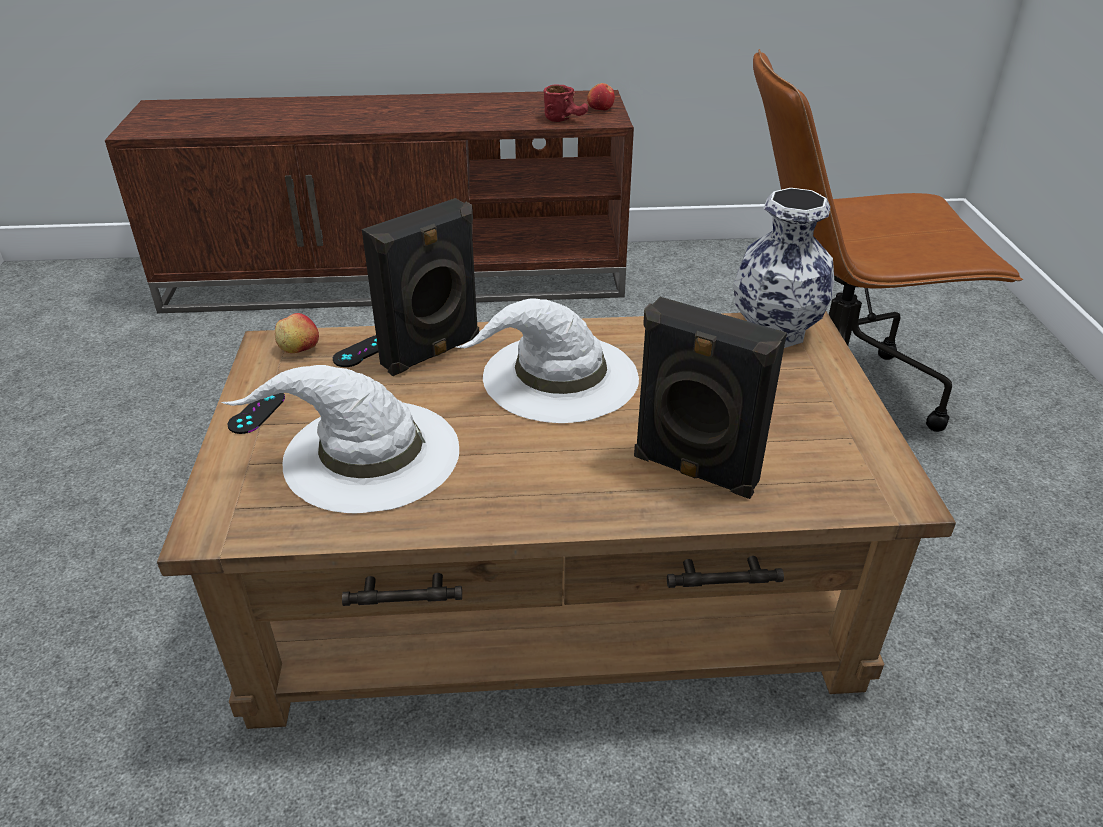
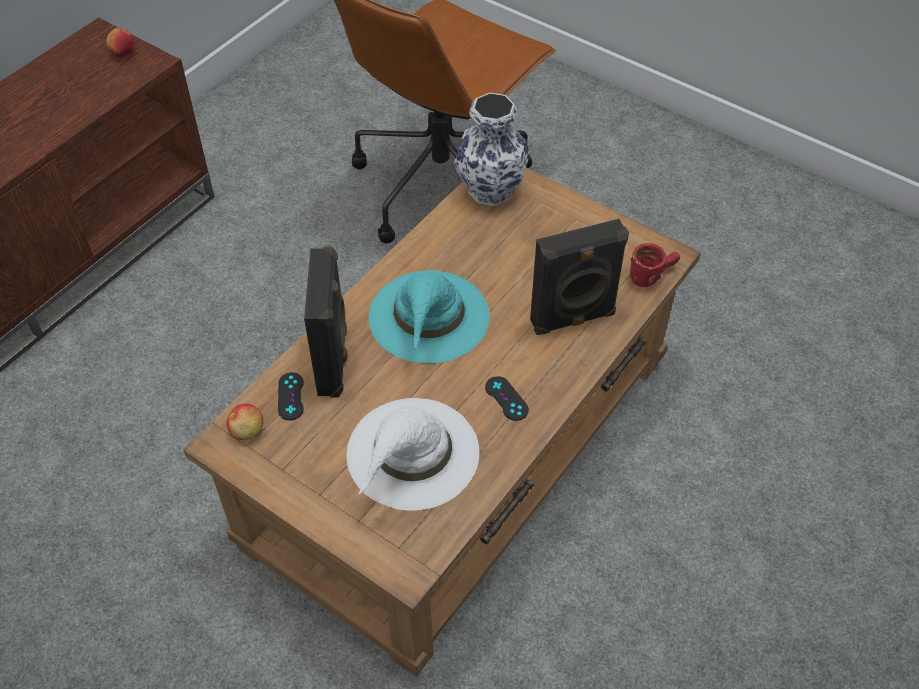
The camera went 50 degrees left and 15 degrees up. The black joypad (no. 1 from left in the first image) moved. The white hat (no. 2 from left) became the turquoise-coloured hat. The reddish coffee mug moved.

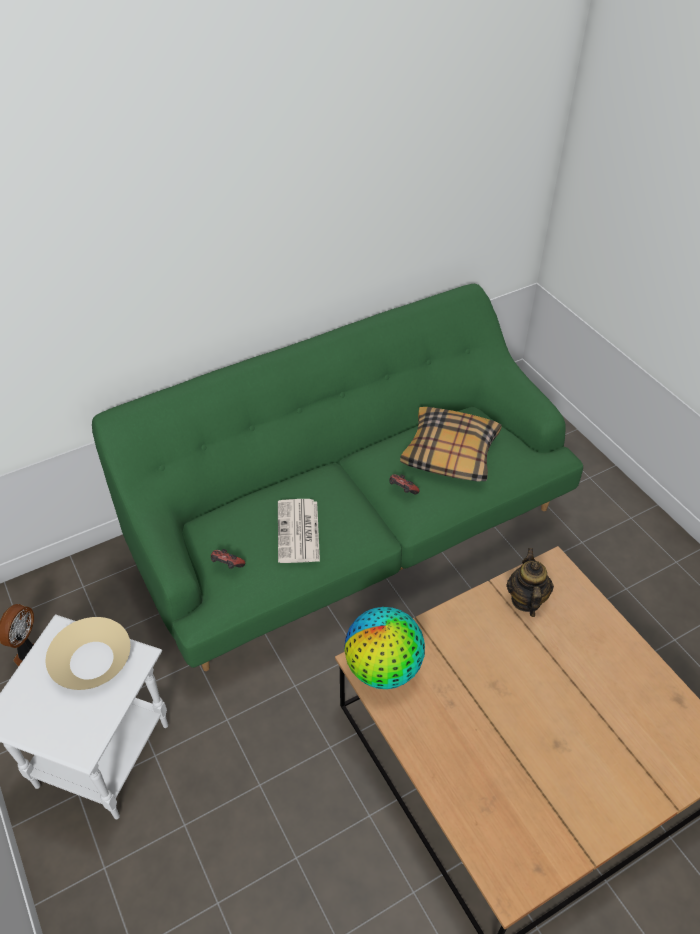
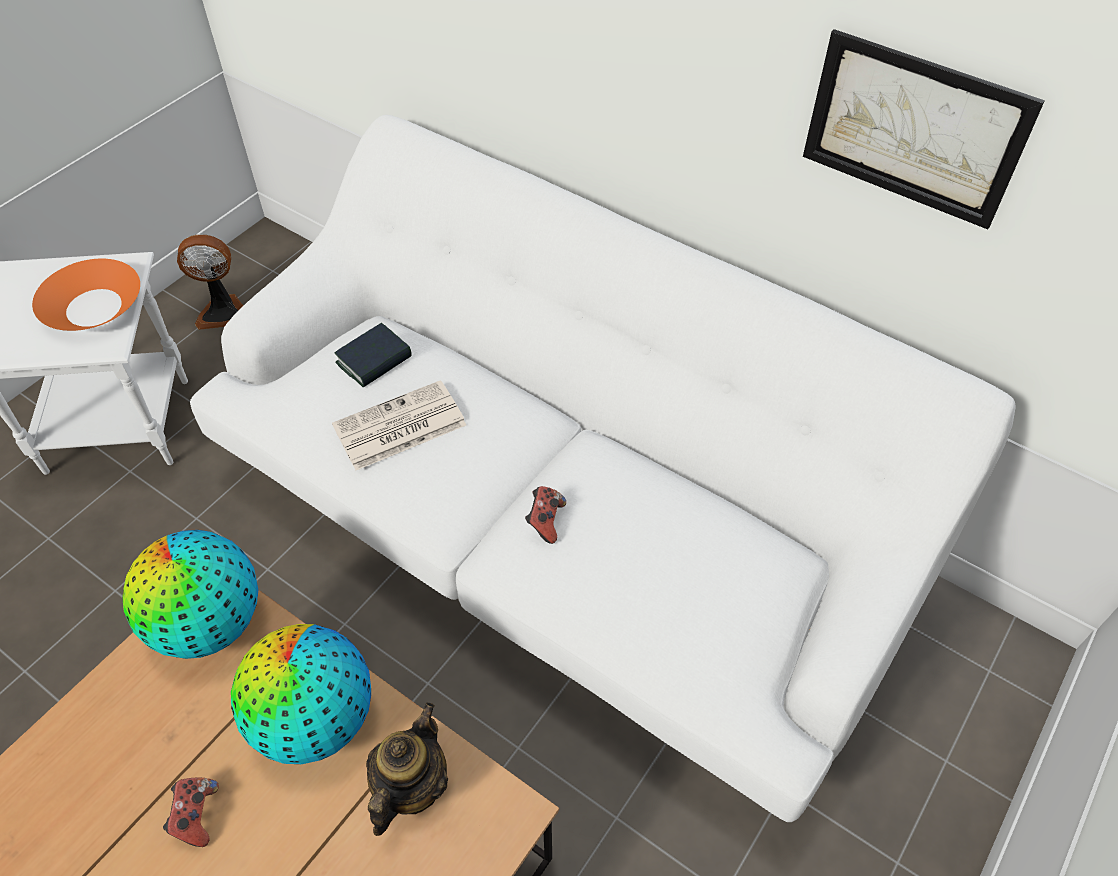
The camera went 65 degrees right and 5 degrees up. The beige bowl became the orange bowl. The greenish couch became the white couch. The joypad (no. 1 from left) moved. The cushion disappeared. The tea pot turned 45 degrees counterclockwise. The globe (no. 2 from left) appeared. The volume appeared. The wall picture appeared.

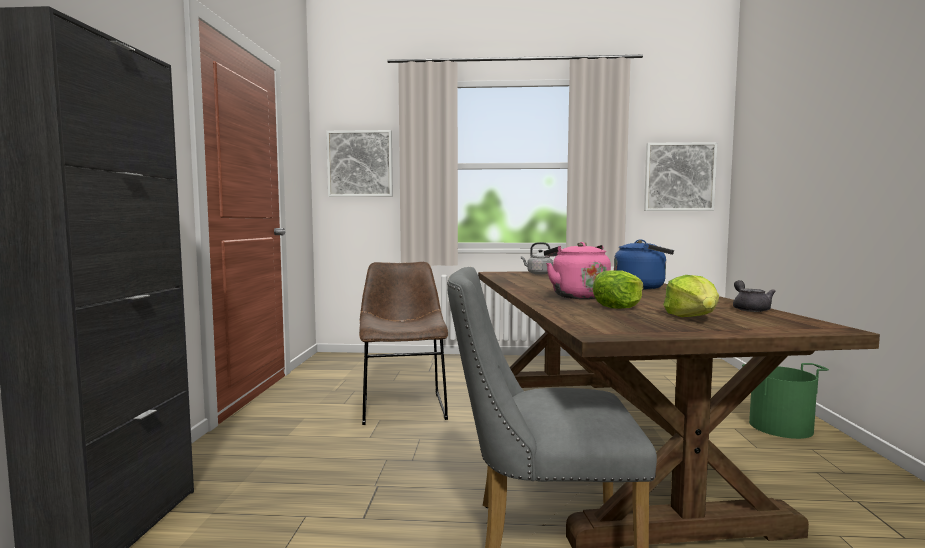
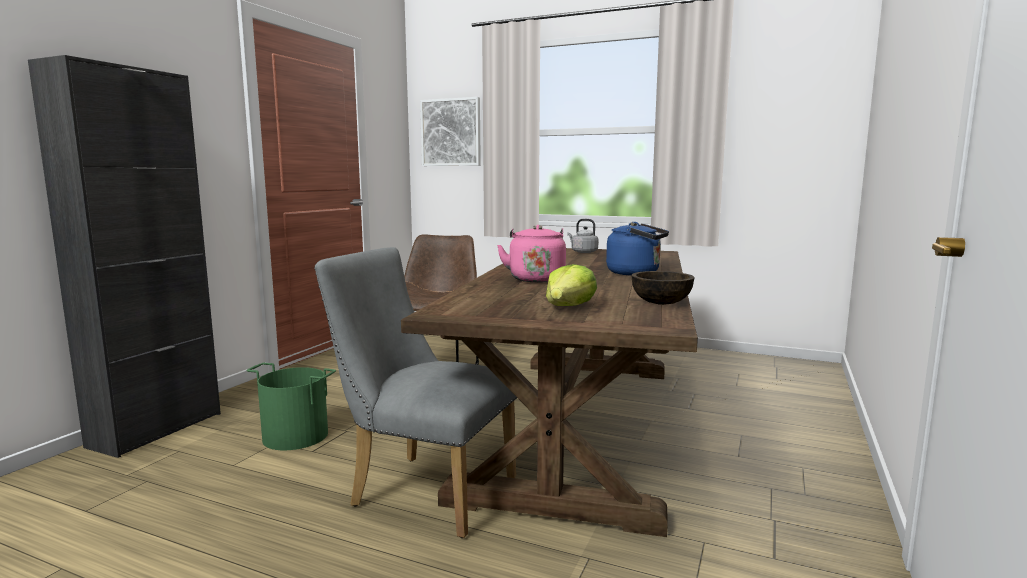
The camera went 20 degrees right and 5 degrees up. The lettuce head (no. 1 from left) disappeared. The wall picture (no. 2 from left) disappeared. The greyish tea pot was replaced by the brown bowl. The greenish bucket moved.

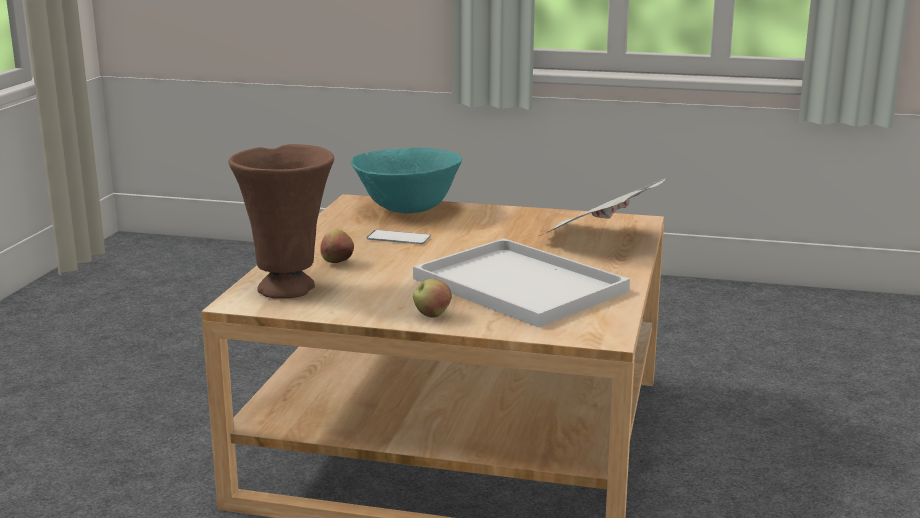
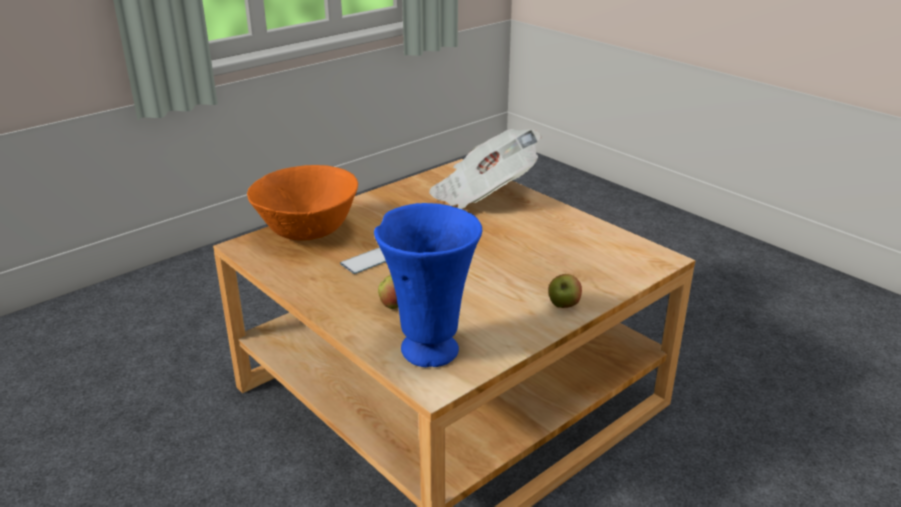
The camera went 55 degrees left and 10 degrees up. The brown decorative vase became the blue decorative vase. The turquoise-coloured bowl became the orange bowl. The white tray disappeared.

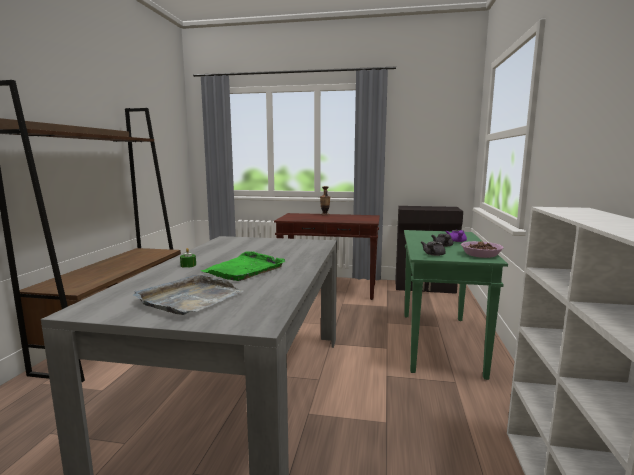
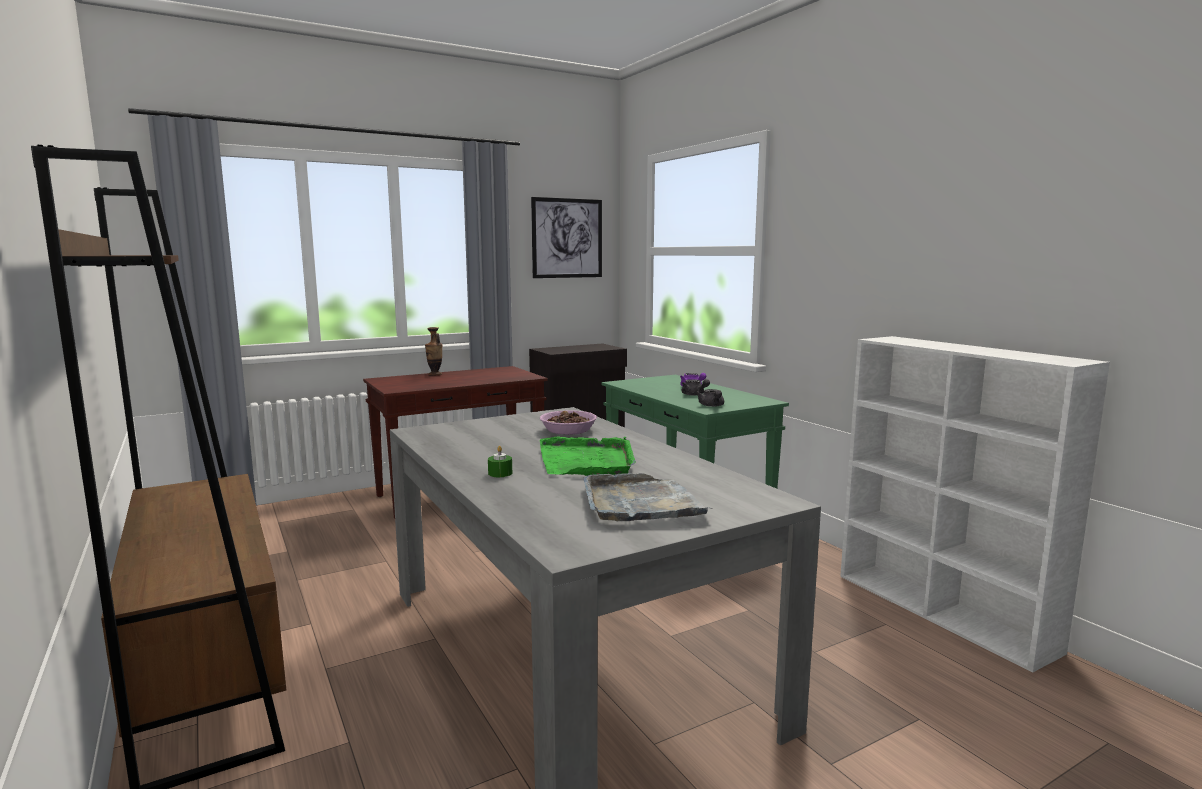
The camera went 40 degrees left and 0 degrees up. The bowl moved. The wall picture appeared.

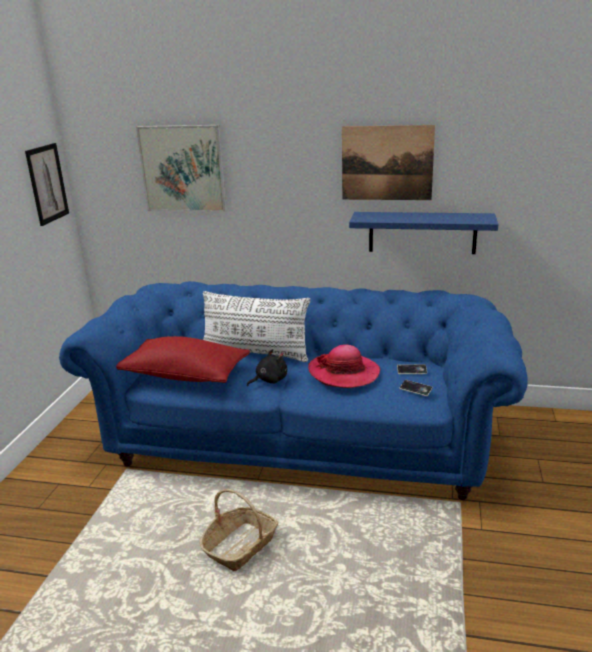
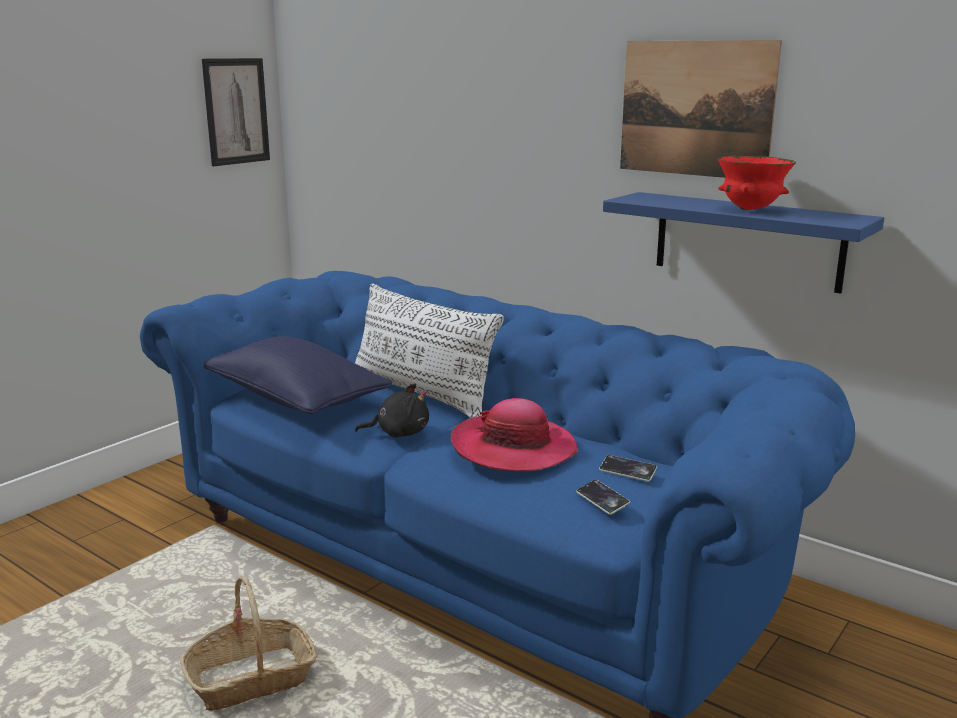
The camera went 25 degrees right and 5 degrees down. The reddish cushion became the blue cushion. The wall picture (no. 2 from left) disappeared. The reddish bowl appeared.

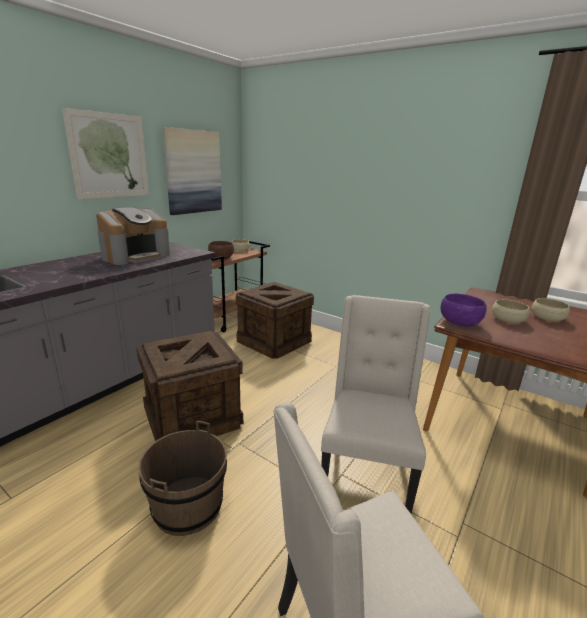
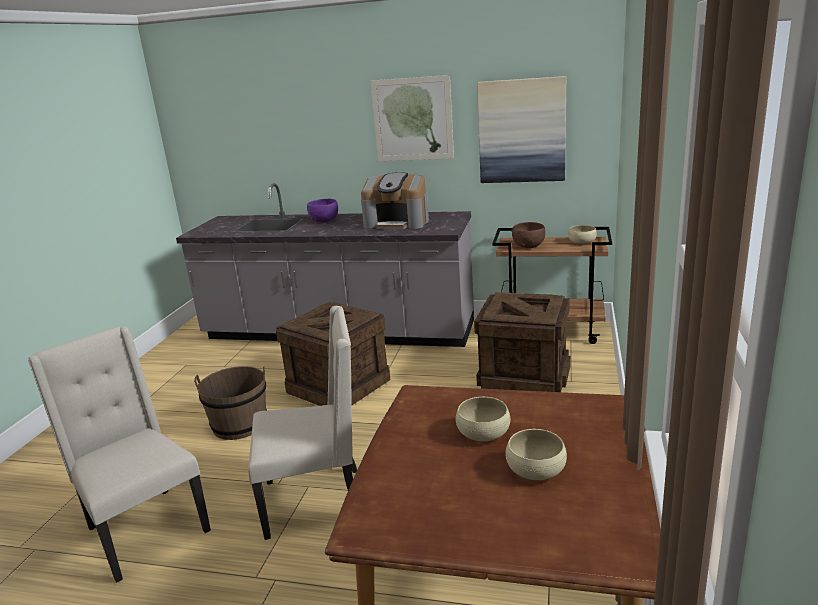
The camera went 70 degrees right and 0 degrees up. The purplish bowl moved.

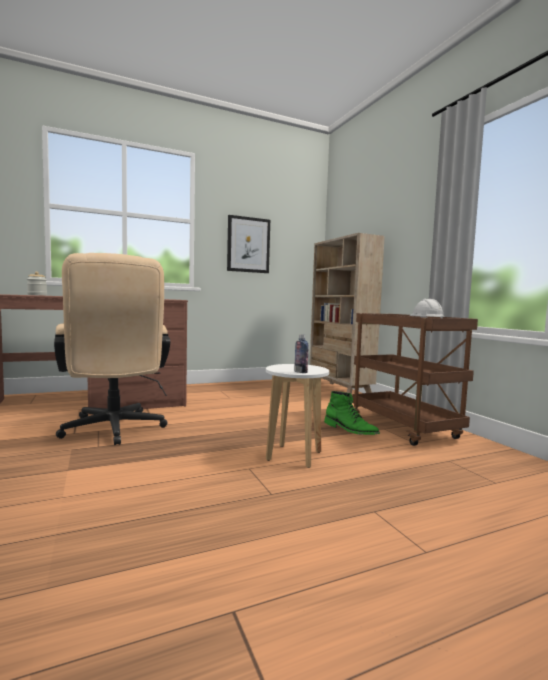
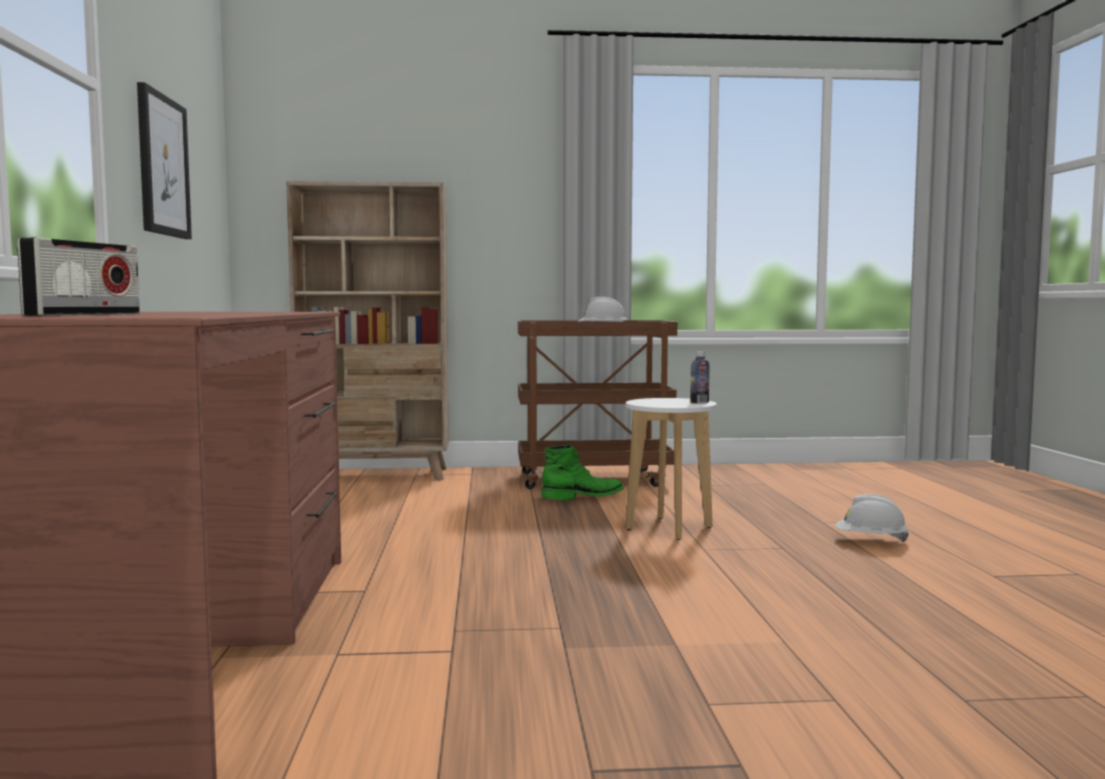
The camera went 70 degrees left and 0 degrees up. The storage jar was replaced by the radio receiver. The beige desk chair disappeared. The white work helmet (no. 2 from left) appeared.

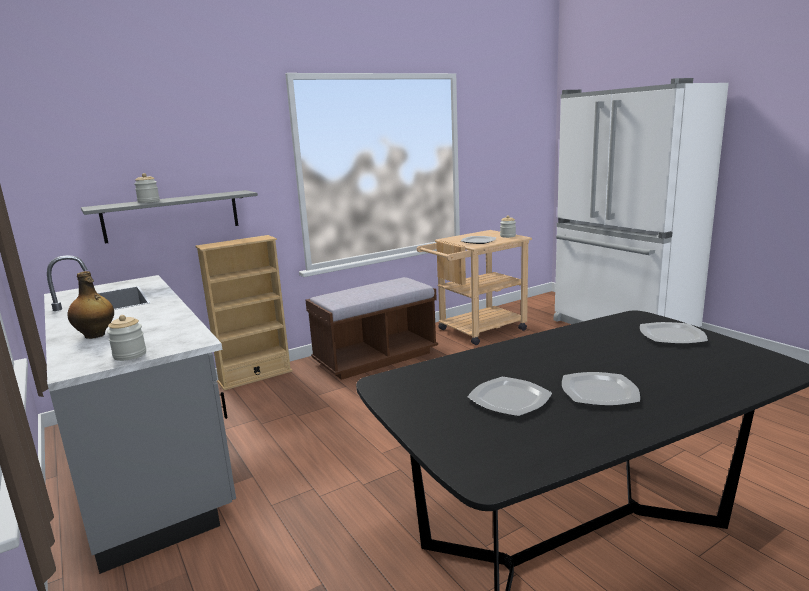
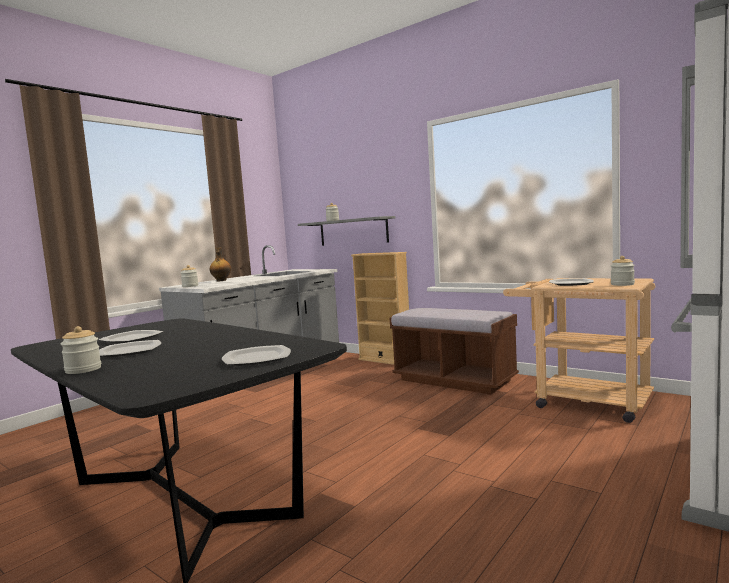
The camera went 70 degrees right and 10 degrees down. The storage jar (no. 1 from left) appeared.

